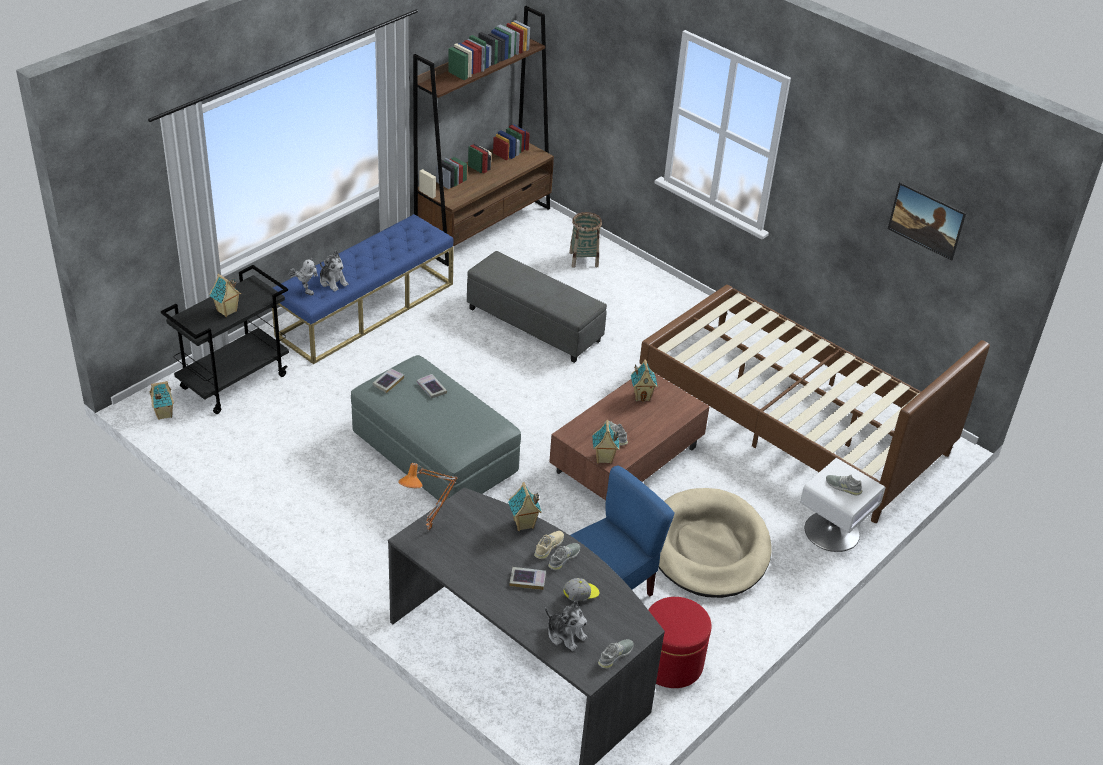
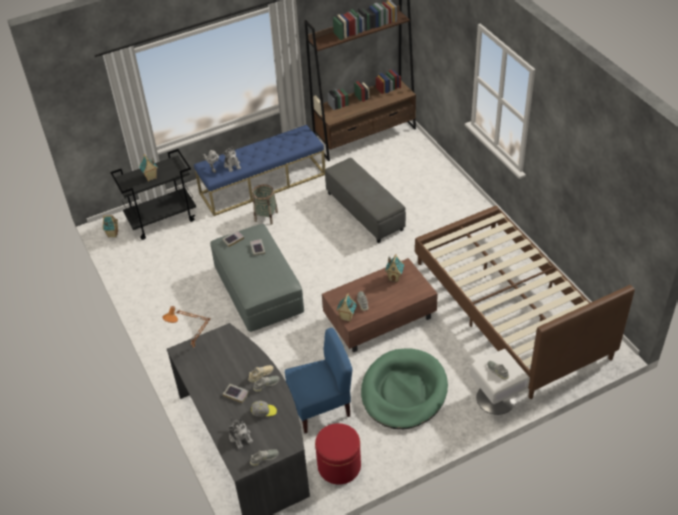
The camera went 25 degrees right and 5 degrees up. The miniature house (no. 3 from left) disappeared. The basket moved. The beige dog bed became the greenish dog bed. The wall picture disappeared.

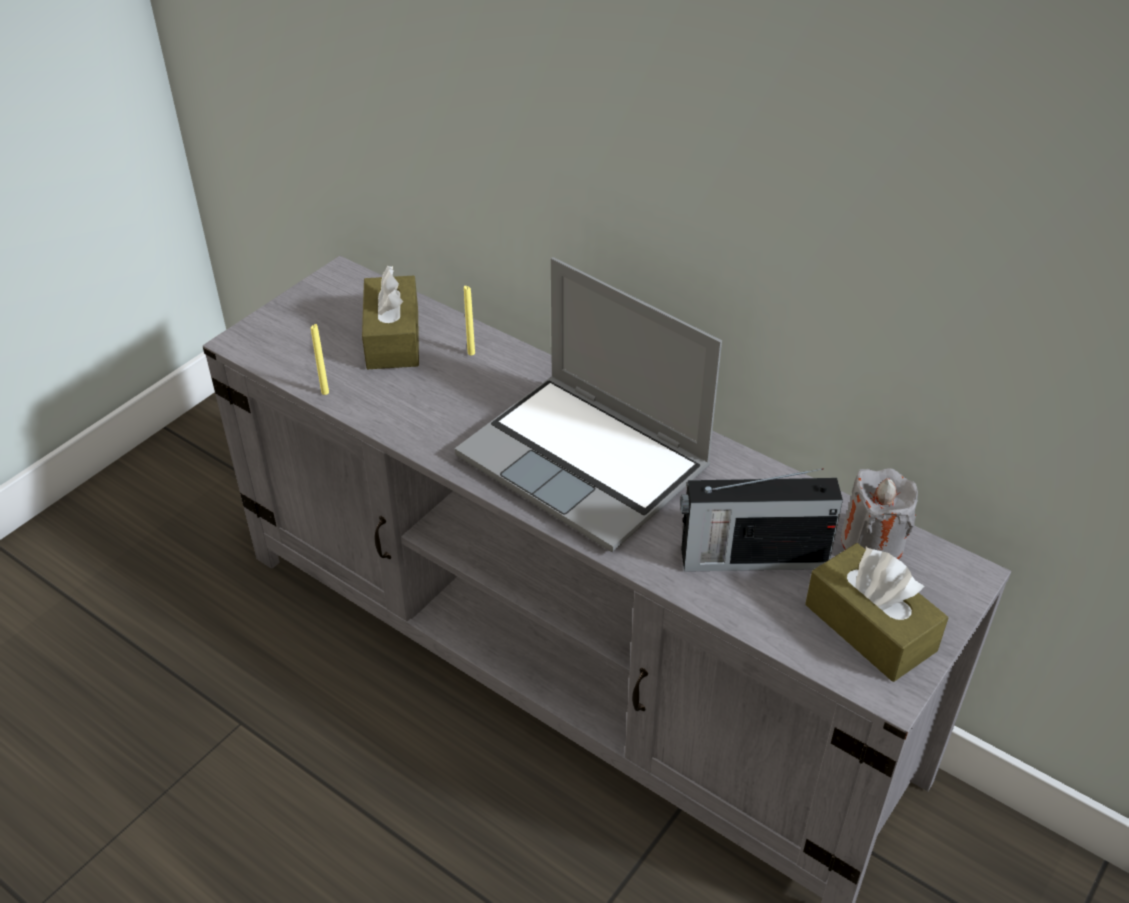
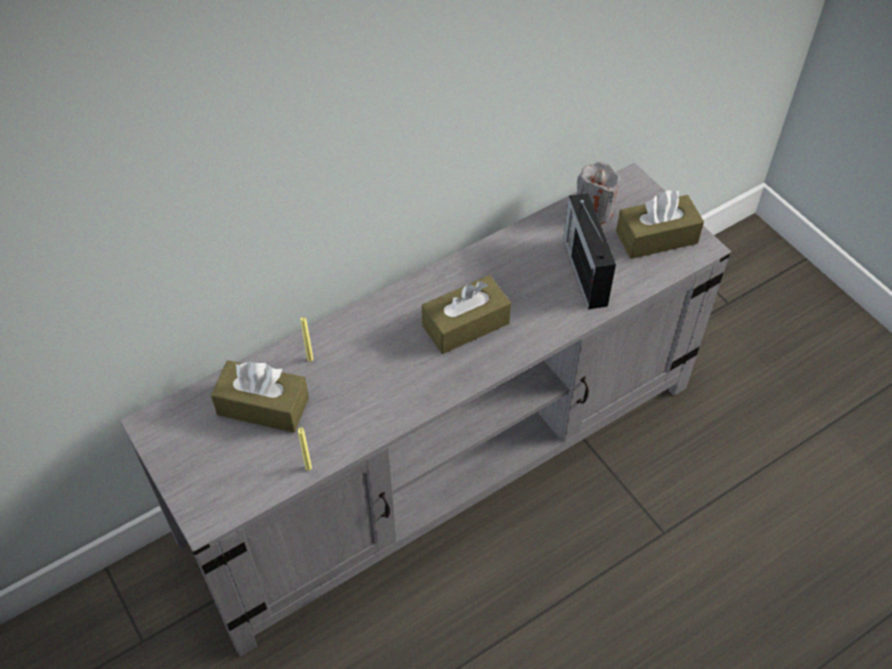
The camera went 70 degrees left and 10 degrees up. The laptop was replaced by the brown box of tissues (no. 2 from left). The radio receiver turned 150 degrees clockwise.

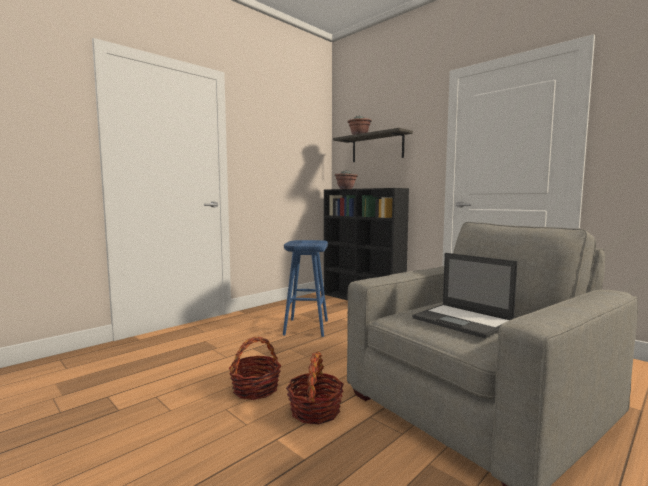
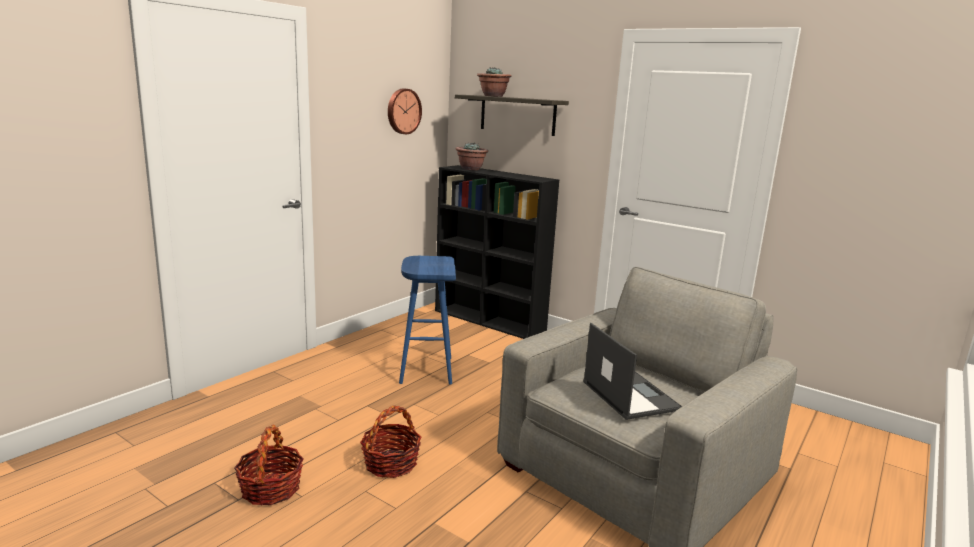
The camera went 10 degrees left and 10 degrees up. The basket (no. 2 from left in the first image) moved. The laptop turned 150 degrees counterclockwise. The wall clock appeared.

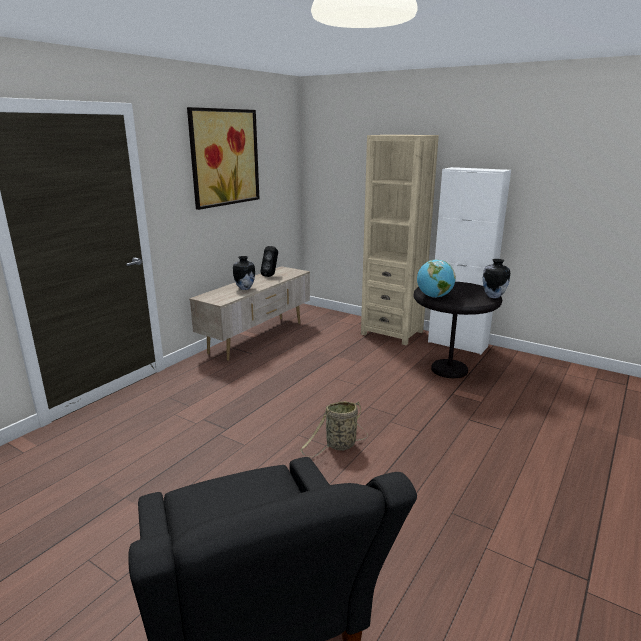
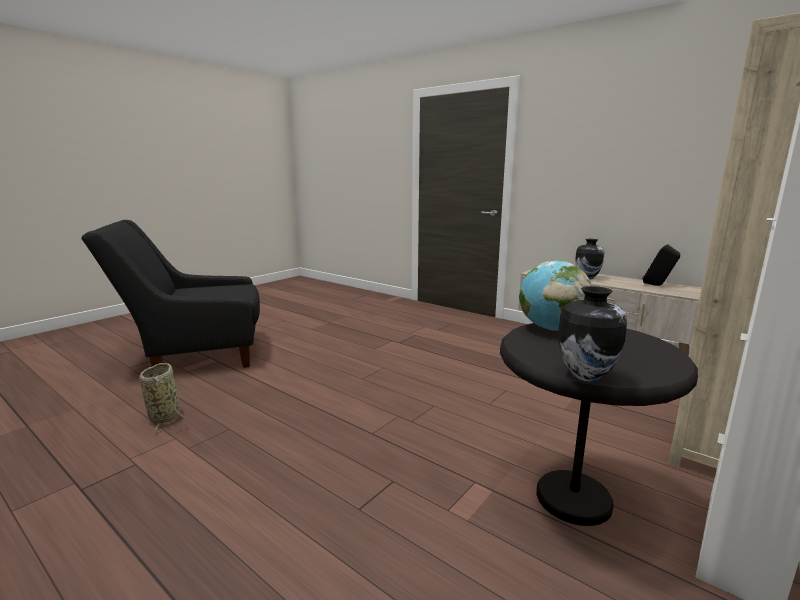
The camera went 95 degrees right and 5 degrees down. The wall picture disappeared. The basket moved.

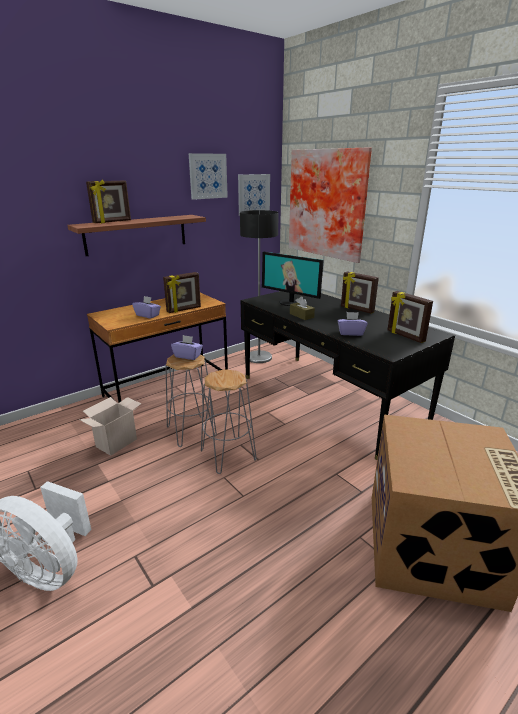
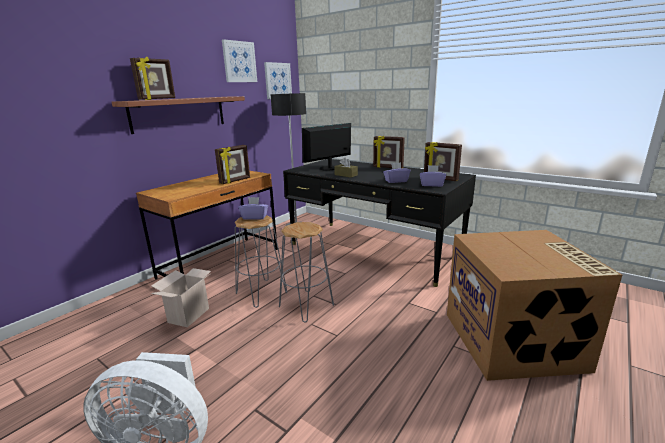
The camera went 15 degrees left and 5 degrees down. The purplish box of tissues (no. 1 from left in the first image) moved. The computer display turned 120 degrees clockwise. The wall picture (no. 3 from left) disappeared.

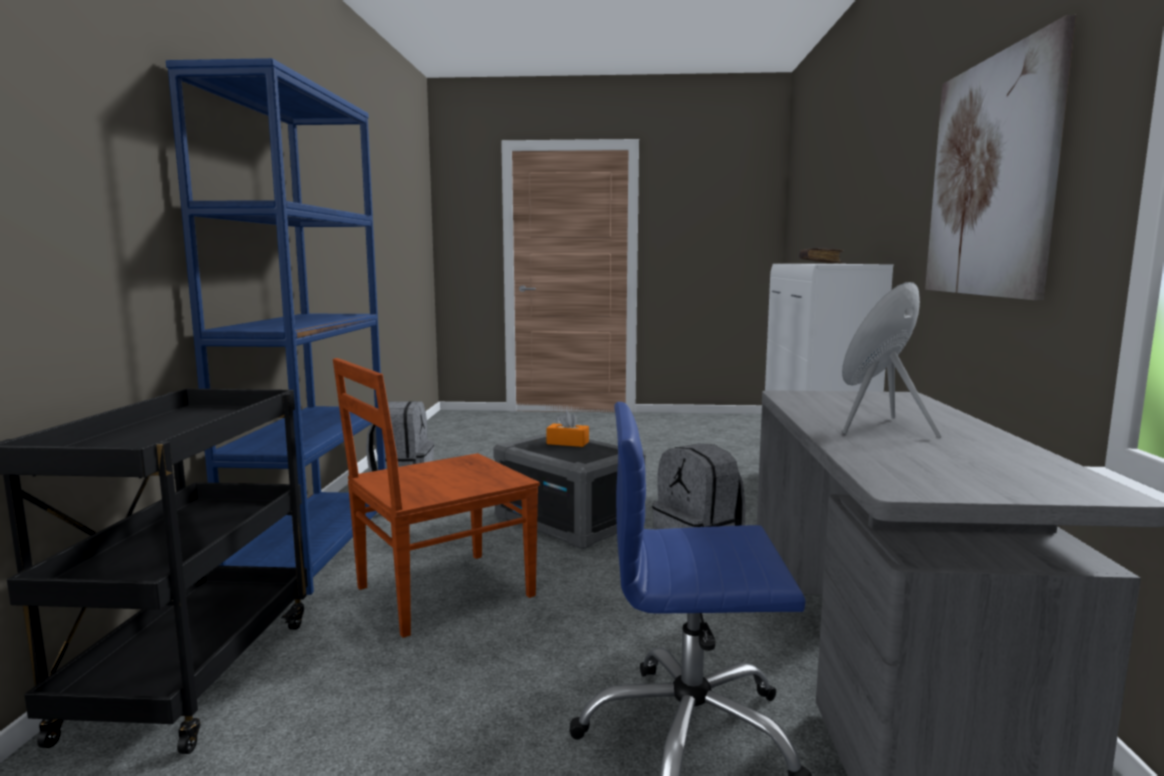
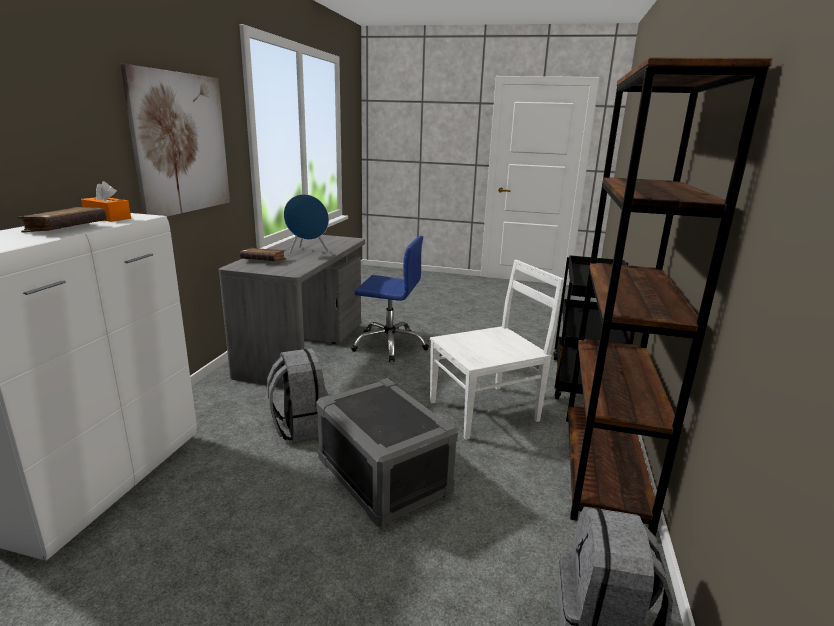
The camera went 170 degrees left and 10 degrees up. The blue shelving unit became the brown shelving unit. The brown plain chair became the white plain chair. The orange box of tissues moved. The brown volume (no. 2 from left) appeared.

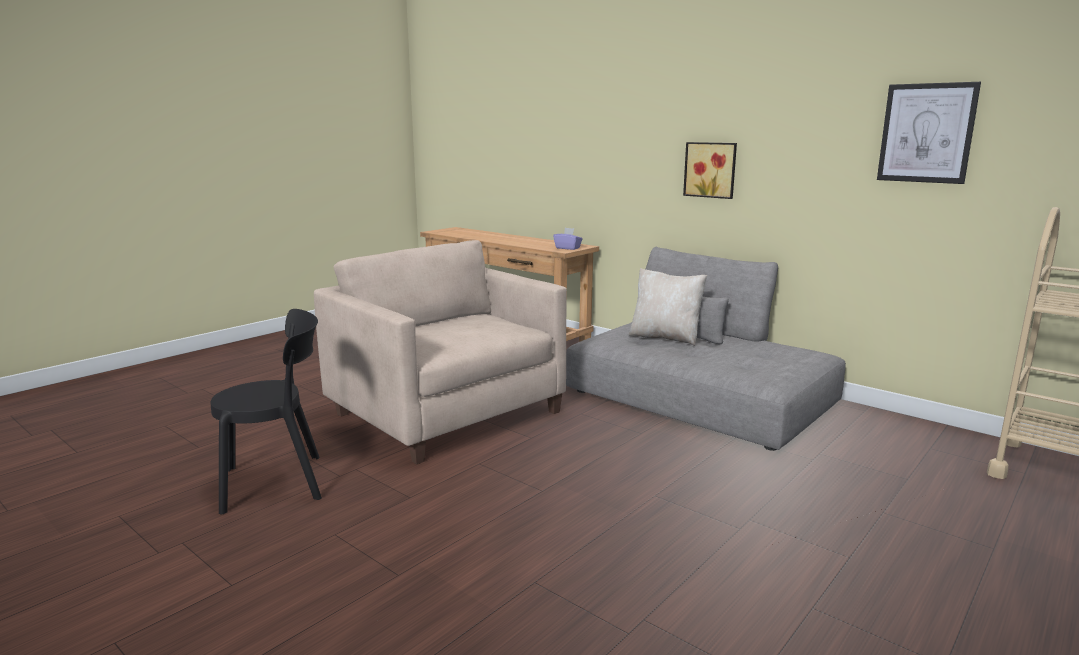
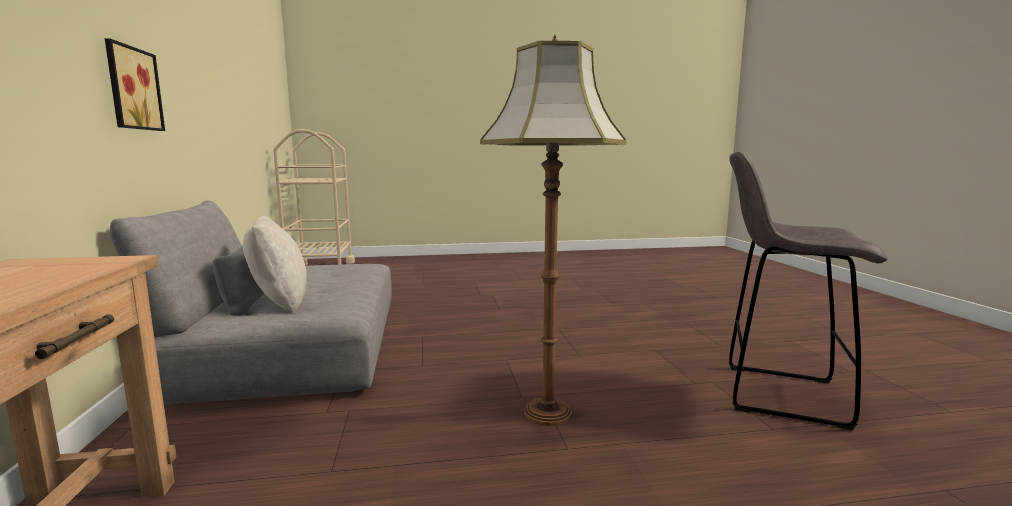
The camera went 140 degrees left and 5 degrees down. The black plain chair was replaced by the greyish sitting stool. The beige armchair was replaced by the floor lamp. The purplish box of tissues disappeared. The wall picture (no. 2 from left) disappeared.

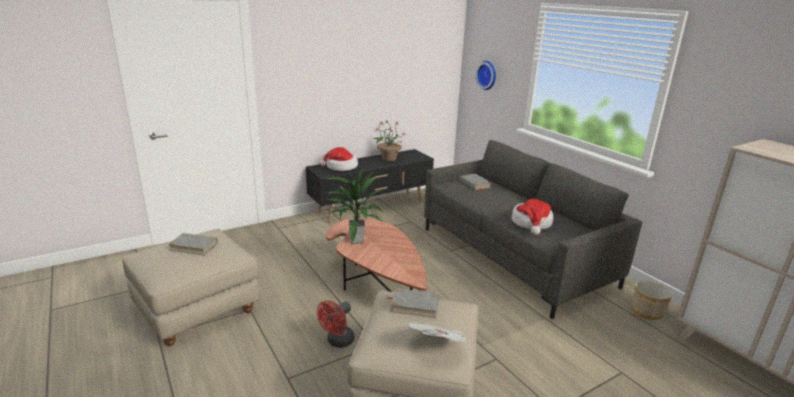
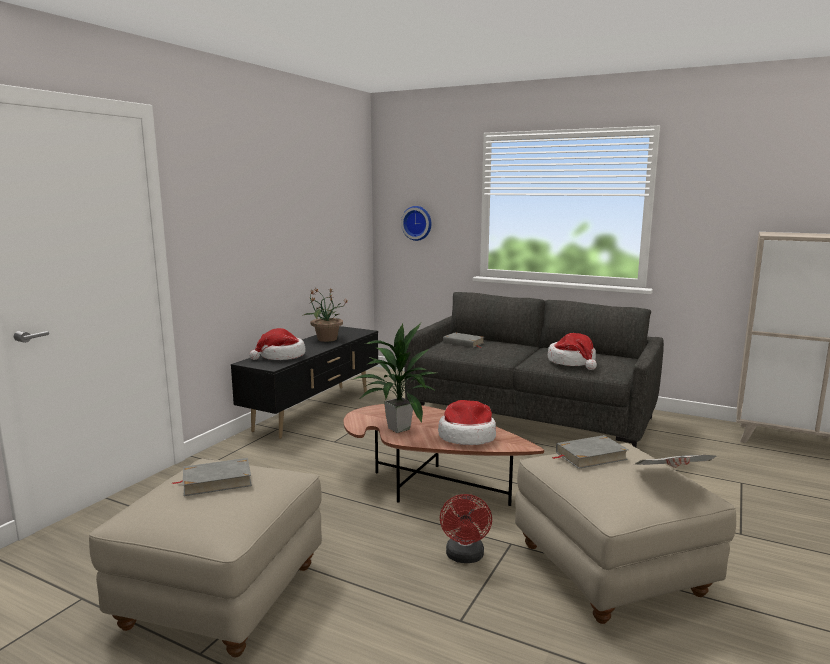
The camera went 30 degrees left and 10 degrees down. The plant pot disappeared. The hat (no. 2 from left) appeared.

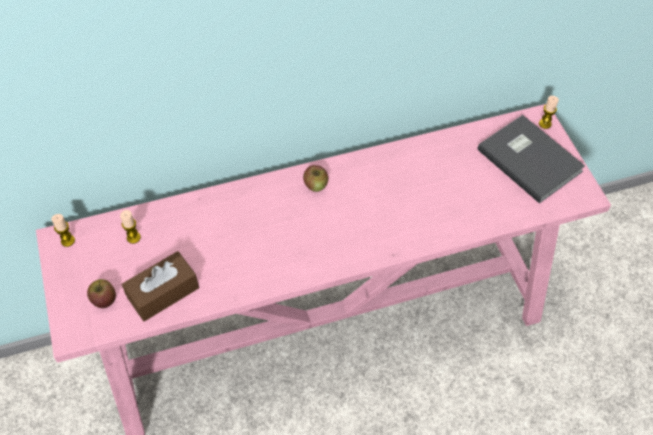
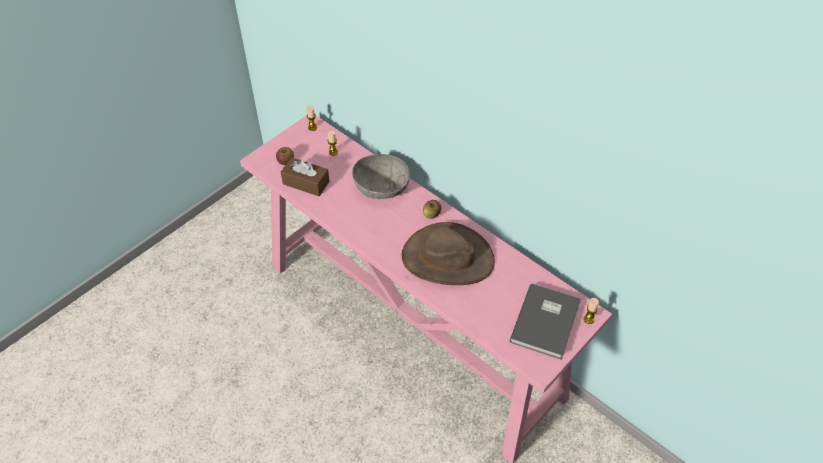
The camera went 60 degrees right and 5 degrees down. The greyish bowl appeared. The brown hat appeared.

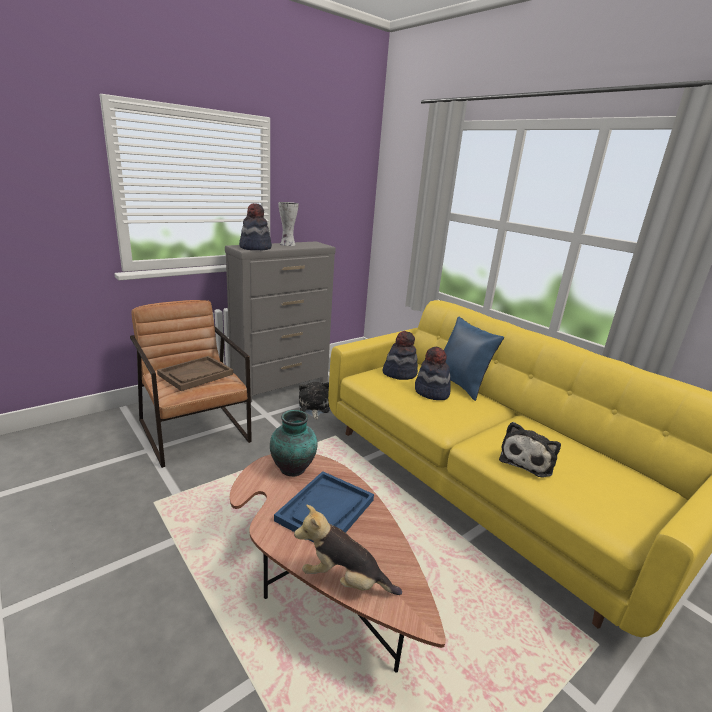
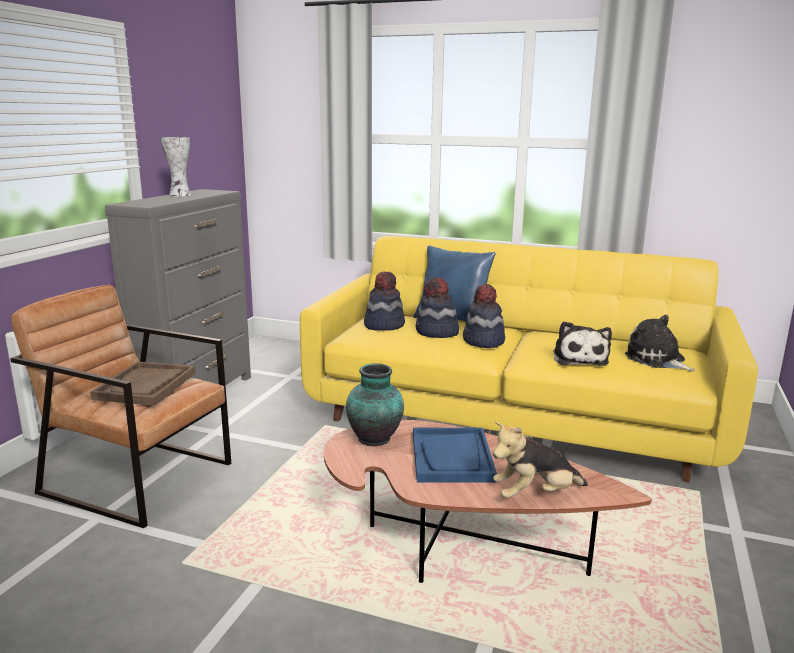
The camera went 30 degrees left and 5 degrees down. The hat (no. 1 from left in the first image) moved. The plush toy (no. 1 from left in the first image) moved.

